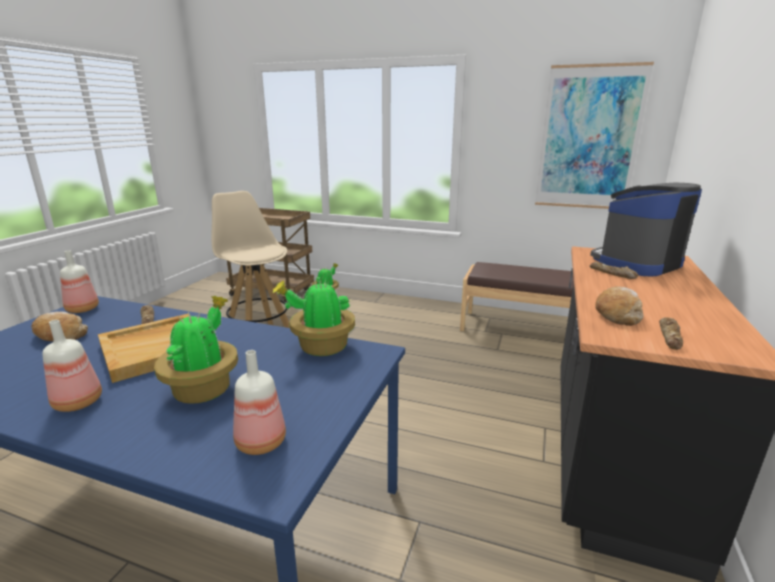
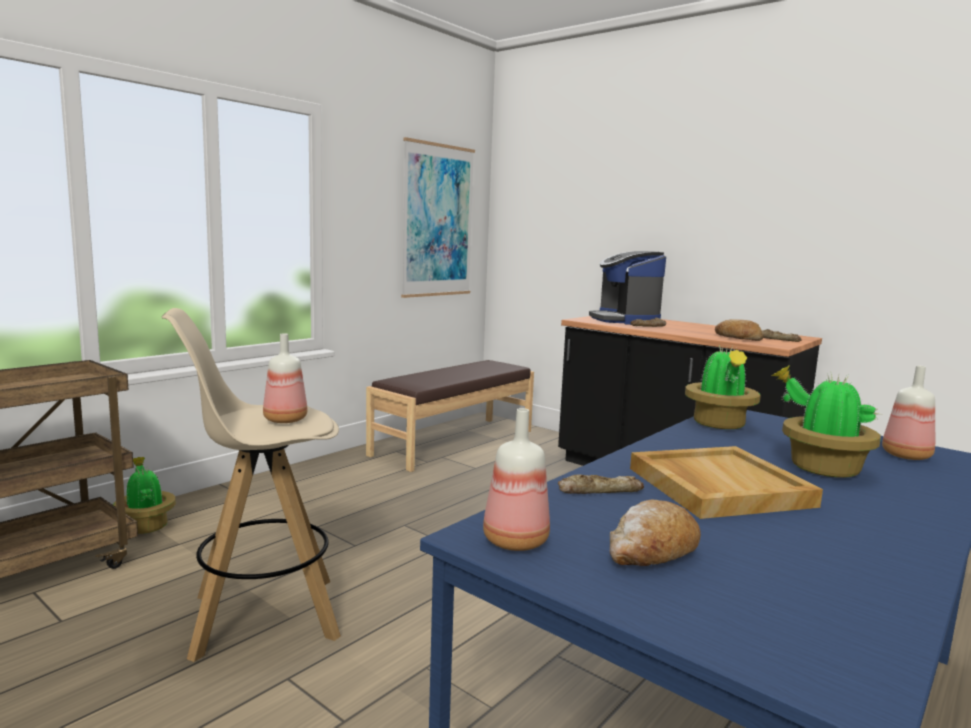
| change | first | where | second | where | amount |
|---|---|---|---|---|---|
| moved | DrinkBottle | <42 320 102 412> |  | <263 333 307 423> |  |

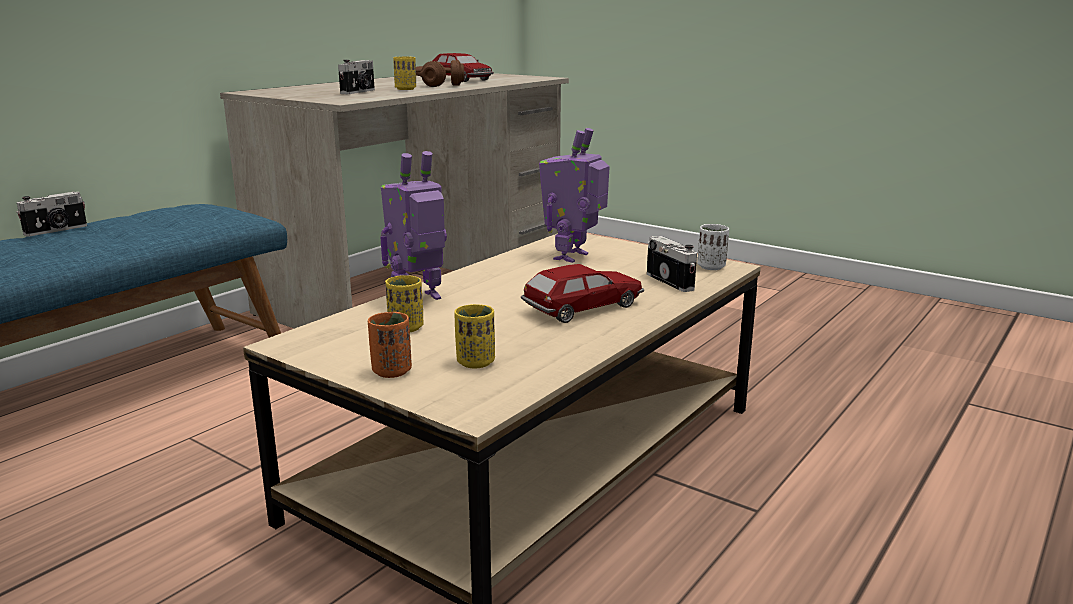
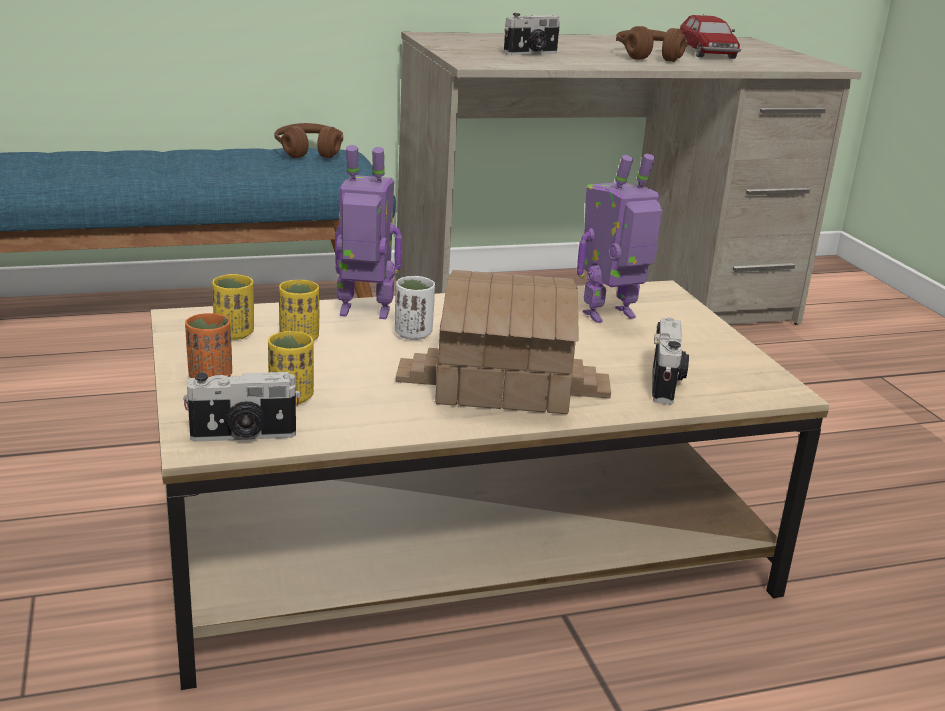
| change | first | where | second | where | amount |
|---|---|---|---|---|---|
| moved | StillCamera | <16 192 87 237> |  | <183 372 300 442> |  |
| moved | YellowishSmallCup | <393 57 416 90> |  | <212 274 254 340> |  |
| added |  |  | BrownPairOfHeadphones | <275 123 343 158> |  |
| moved | WhiteSmallCup | <697 224 729 270> |  | <395 276 435 340> |  |
| replaced | ToyCar | <521 264 644 323> | ModelHouse | <396 270 611 414> |  |

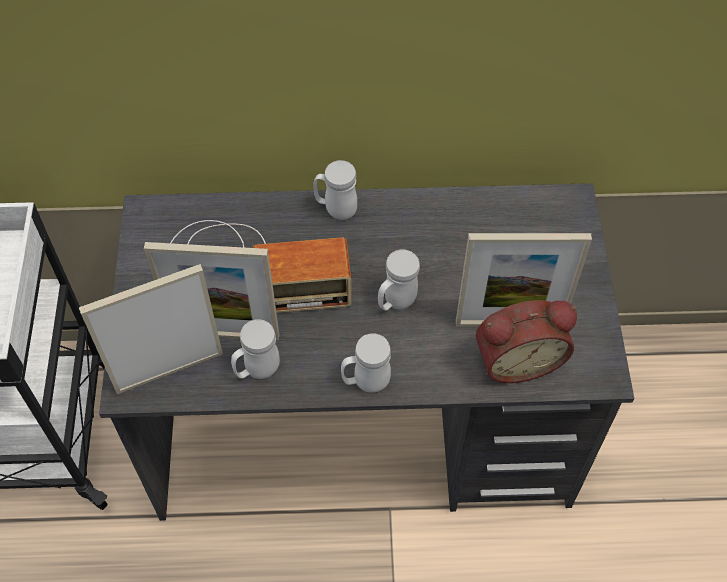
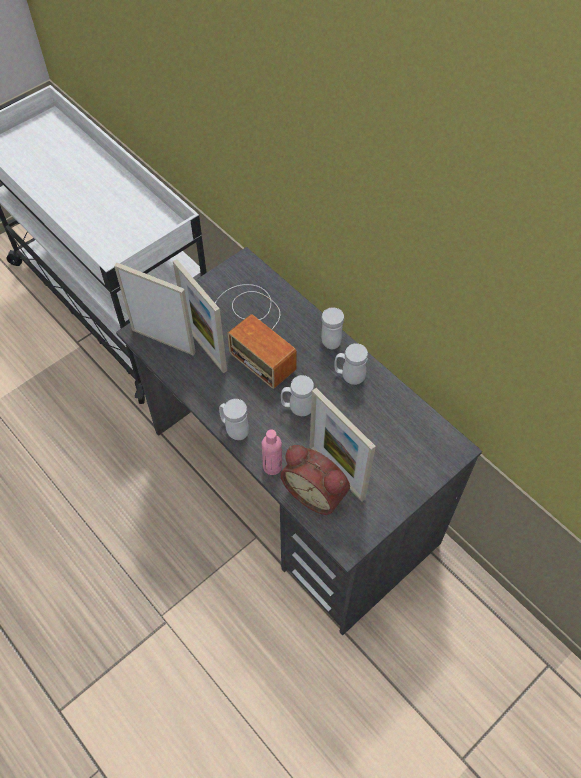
| change | first | where | second | where | amount |
|---|---|---|---|---|---|
| added |  |  | PinkishDrinkBottle | <261 429 282 475> |  |
| moved | WhiteMug | <231 319 280 379> |  | <334 343 368 385> |  |

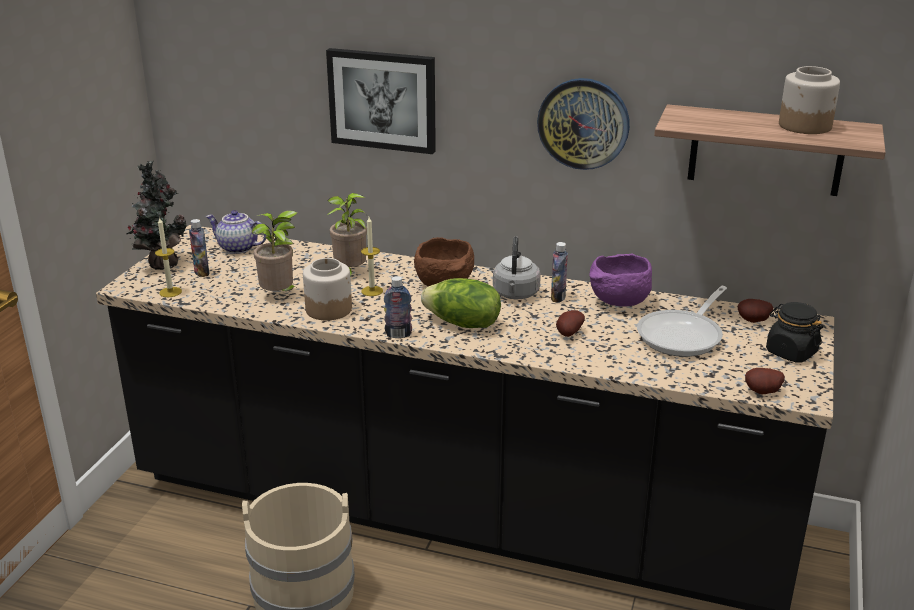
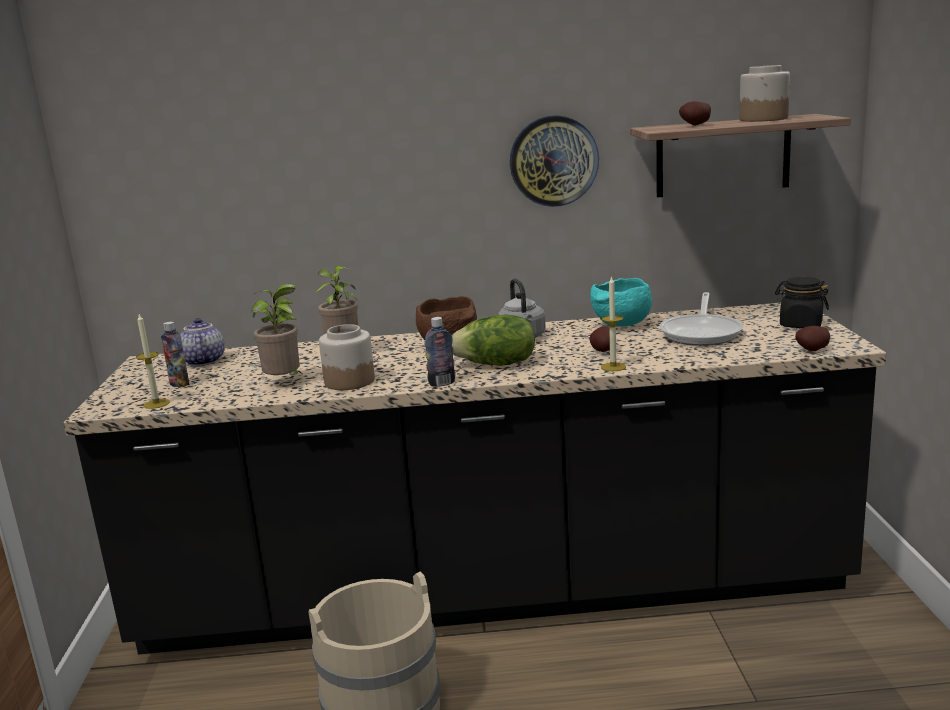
| change | first | where | second | where | amount |
|---|---|---|---|---|---|
| turned | TeaPot | <206 210 267 254> |  | <180 318 225 366> | 75 degrees clockwise |
| recoloured | PurplishBowl | <589 253 652 307> | TurquoiseColouredBowl | <590 278 652 327> |  |
| moved | WaxCandle | <361 217 383 296> |  | <601 276 626 371> |  |
| moved | WholePotato | <738 299 773 323> |  | <679 101 711 126> |  |
| removed | PlantInAPot | <126 161 187 270> |  |  |  |
| removed | WallPicture | <326 48 436 154> |  |  |  |
| removed | DrinkBottle | <551 242 568 303> |  |  |  |

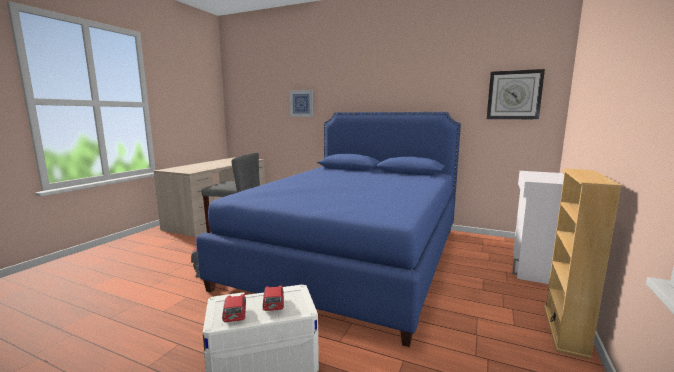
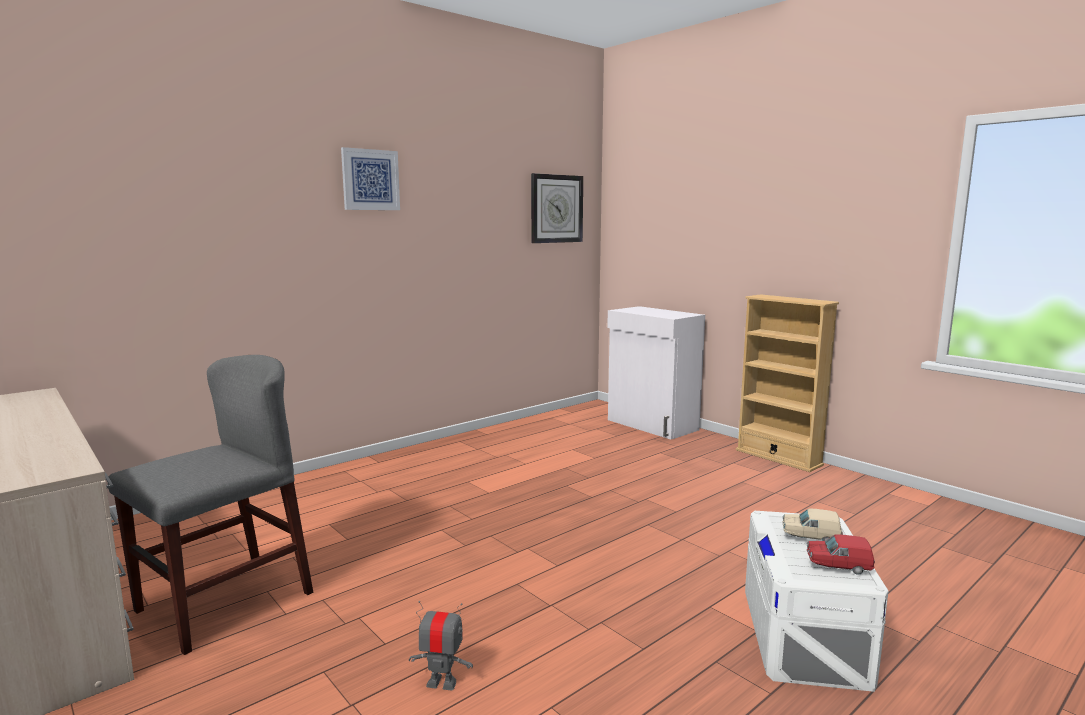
| change | first | where | second | where | amount |
|---|---|---|---|---|---|
| moved | WallPicture | <289 90 313 117> |  | <341 147 400 210> |  |
| recoloured | ReddishToyCar | <263 285 284 311> | BeigeToyCar | <783 508 843 541> |  |
| removed | BlueBedroomBed | <196 112 461 347> |  |  |  |

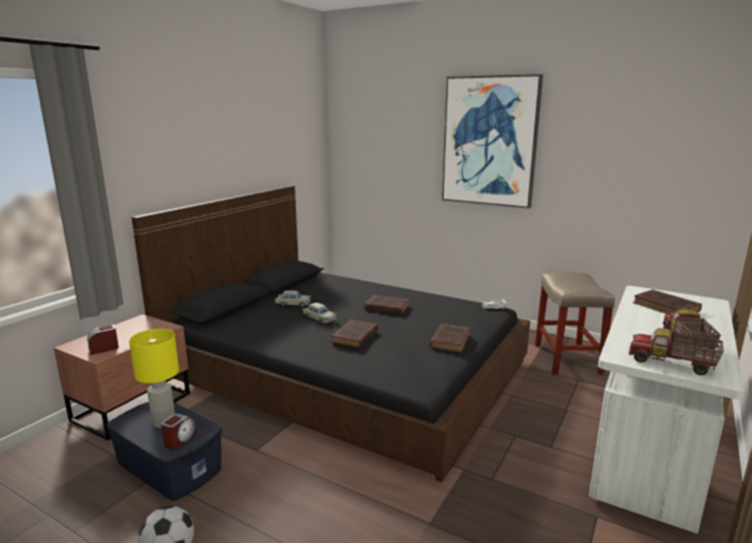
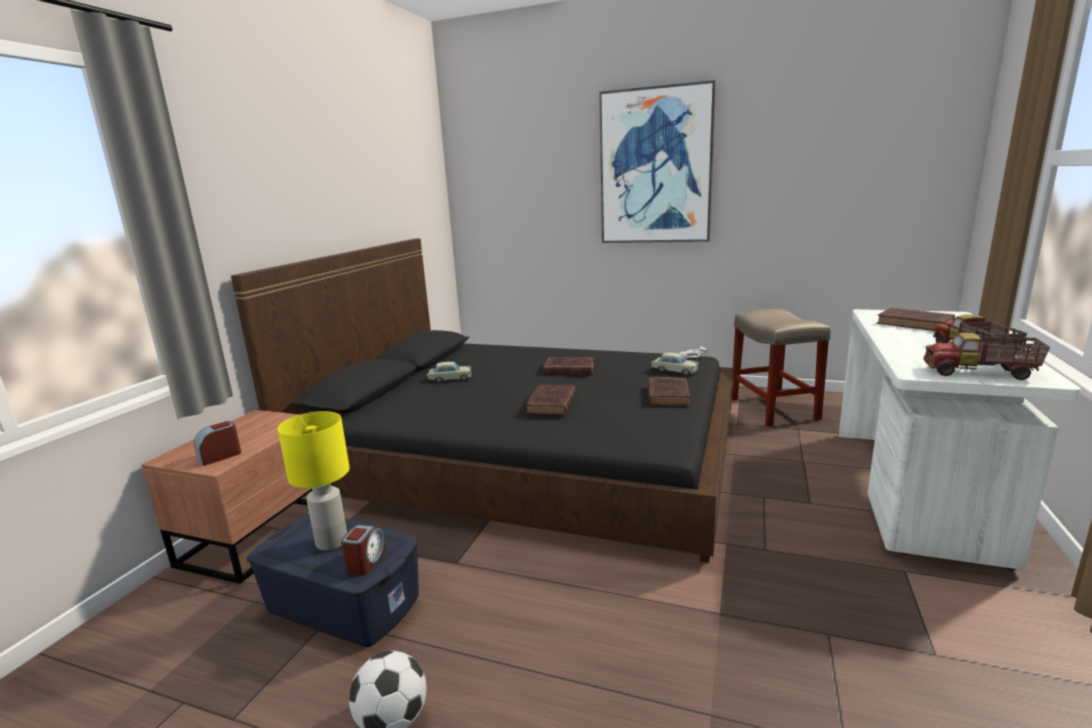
| change | first | where | second | where | amount |
|---|---|---|---|---|---|
| moved | BeigeToyCar | <303 303 337 324> |  | <651 353 699 375> |  |

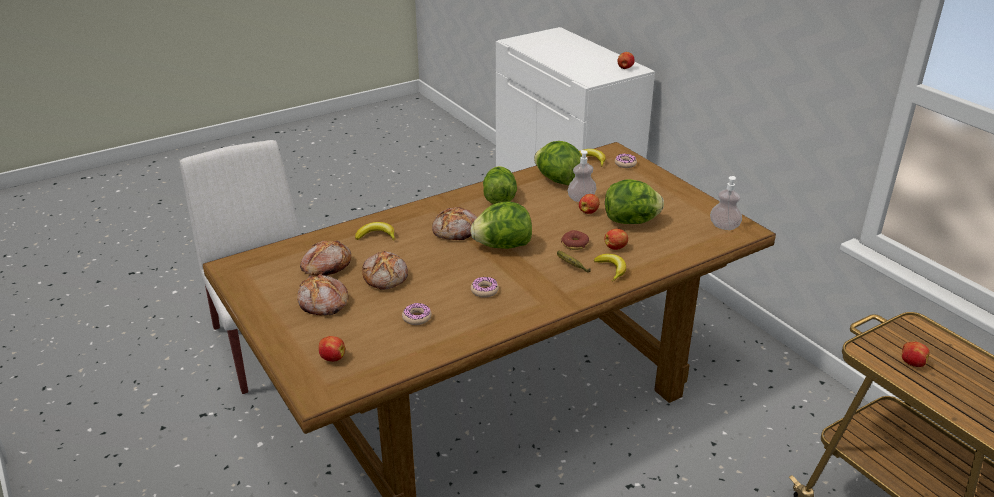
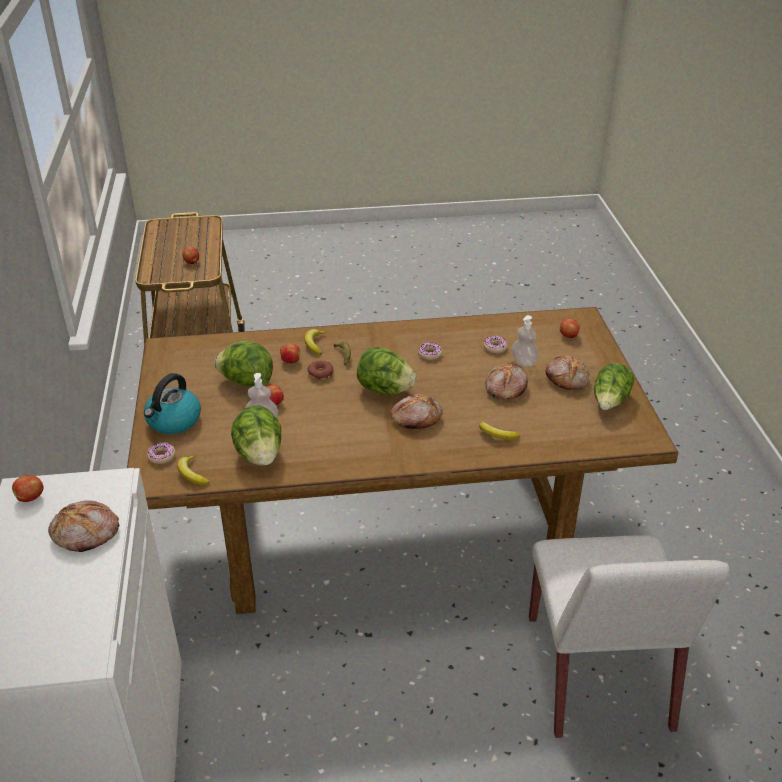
| change | first | where | second | where | amount |
|---|---|---|---|---|---|
| moved | BakedBread | <300 240 351 276> |  | <48 500 119 552> |  |
| added |  |  | Kettle | <144 373 201 434> |  |
| moved | SoapBottle | <710 176 742 230> |  | <512 315 538 367> |  |
| moved | HeadOfLettuce | <483 166 517 204> |  | <594 363 635 410> |  |

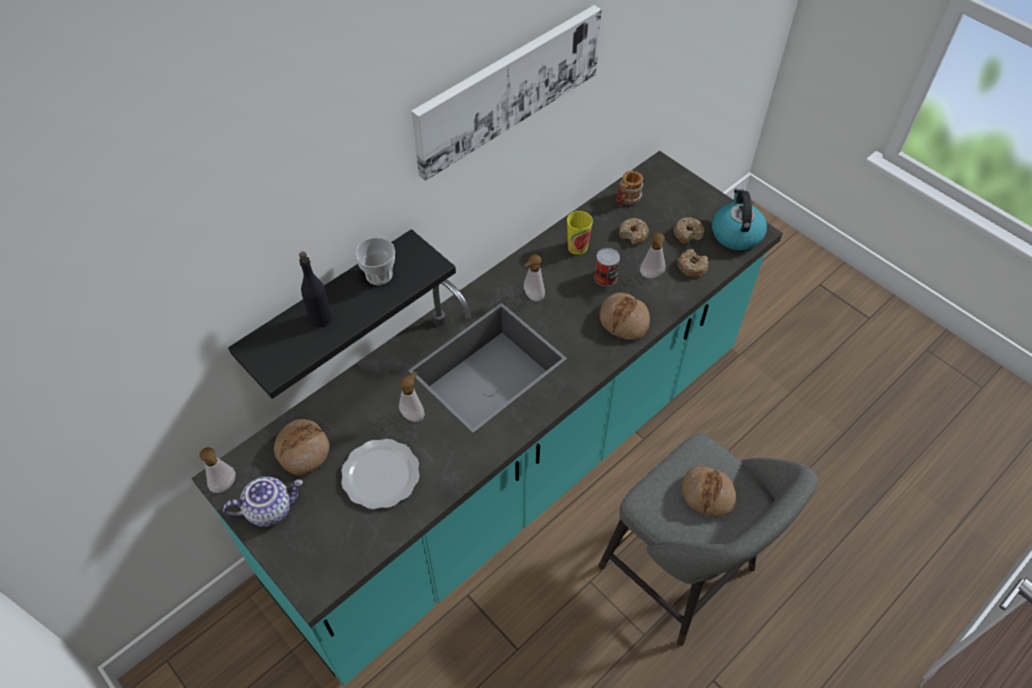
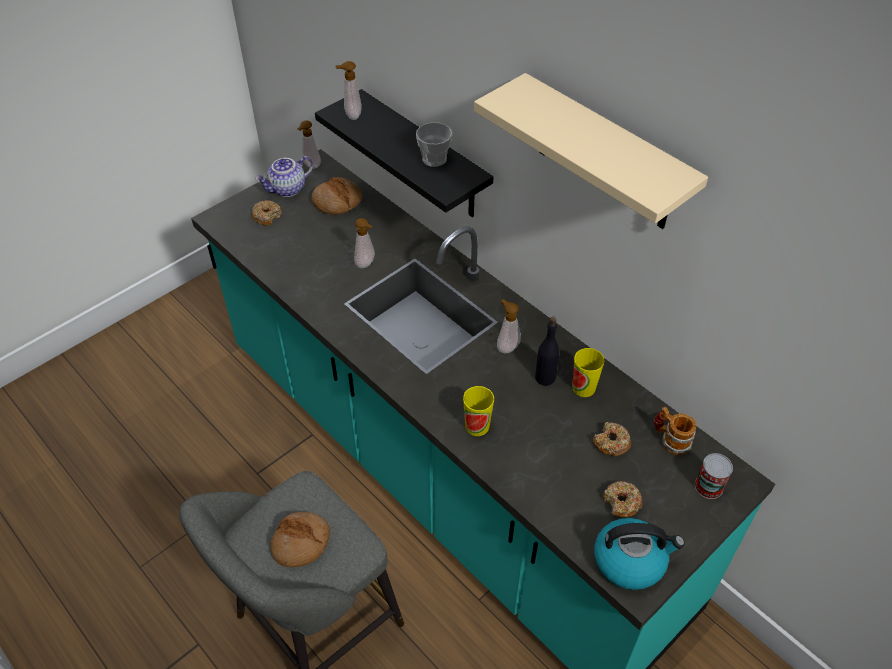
| change | first | where | second | where | amount |
|---|---|---|---|---|---|
| moved | Doughnut | <678 249 708 277> |  | <252 200 282 226> |  |
| turned | TeaPot | <223 477 303 527> |  | <255 156 313 197> | 75 degrees clockwise |
| moved | SoapBottle | <640 233 666 278> |  | <335 61 362 120> |  |
| replaced | BakedBread | <600 293 650 340> | SmallCup | <463 386 494 436> |  |
| replaced | WallPicture | <411 5 602 181> | BeigeBracketShelf | <474 73 708 229> |  |
| moved | BlackColouredDrinkBottle | <299 252 333 328> |  | <535 317 559 386> |  |
| moved | Can | <594 248 620 286> |  | <695 453 733 499> |  |
| removed | Plate | <341 439 420 509> |  |  |  |

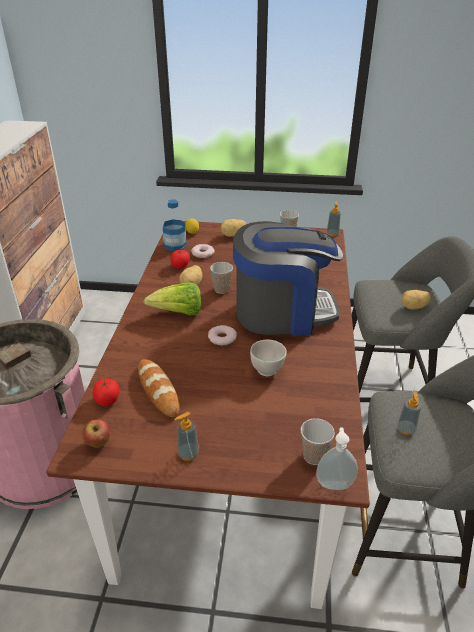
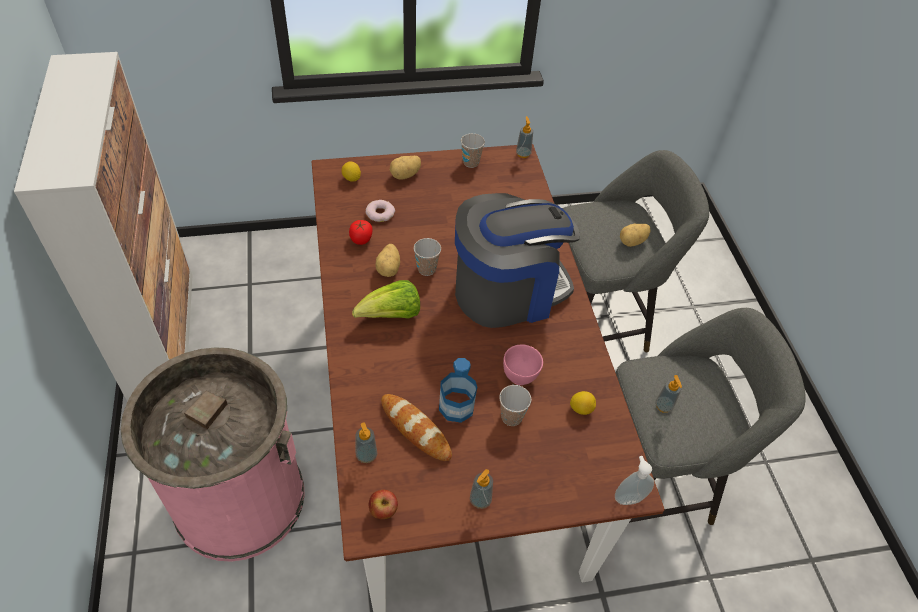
| change | first | where | second | where | amount |
|---|---|---|---|---|---|
| replaced | FreshTomato | <93 379 119 406> | SoapBottle | <355 422 377 463> |  |
| moved | DrinkBottle | <163 199 187 251> |  | <439 358 477 423> |  |
| moved | SmallCup | <301 419 335 465> |  | <499 385 531 426> |  |
| recoloured | WhiteBowl | <250 339 287 376> | PinkishBowl | <503 344 543 385> |  |
| added |  |  | Lemon | <570 391 596 415> |  |
| removed | Doughnut | <208 325 237 345> |  |  |  |

